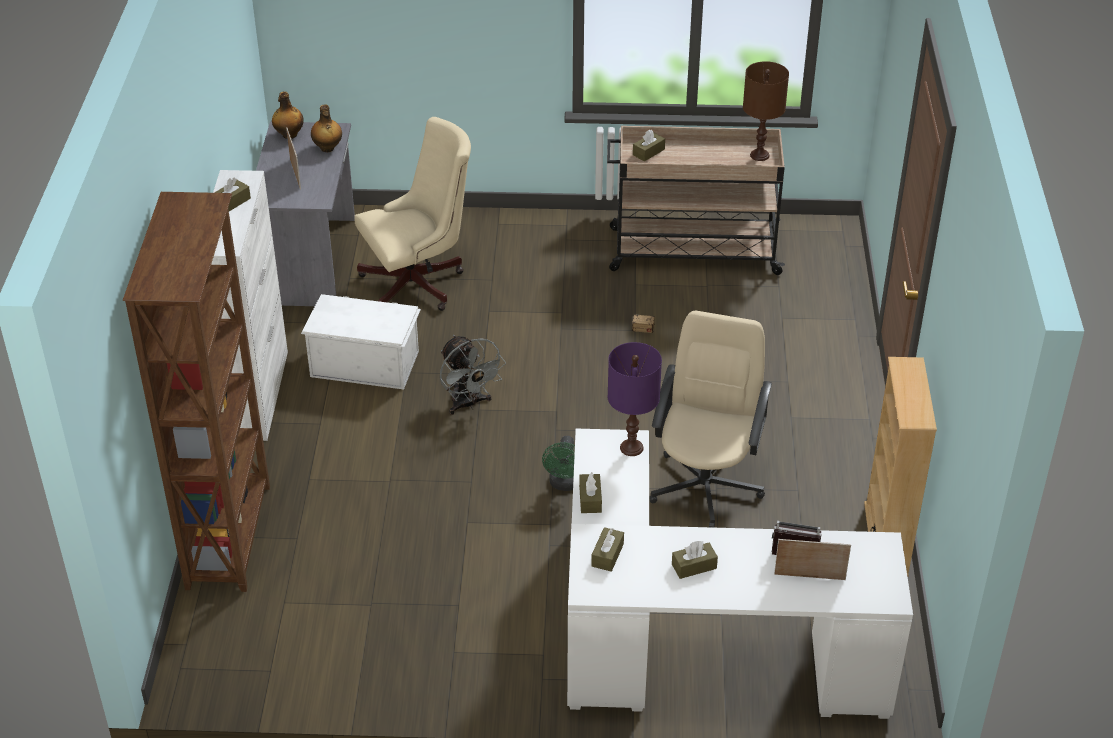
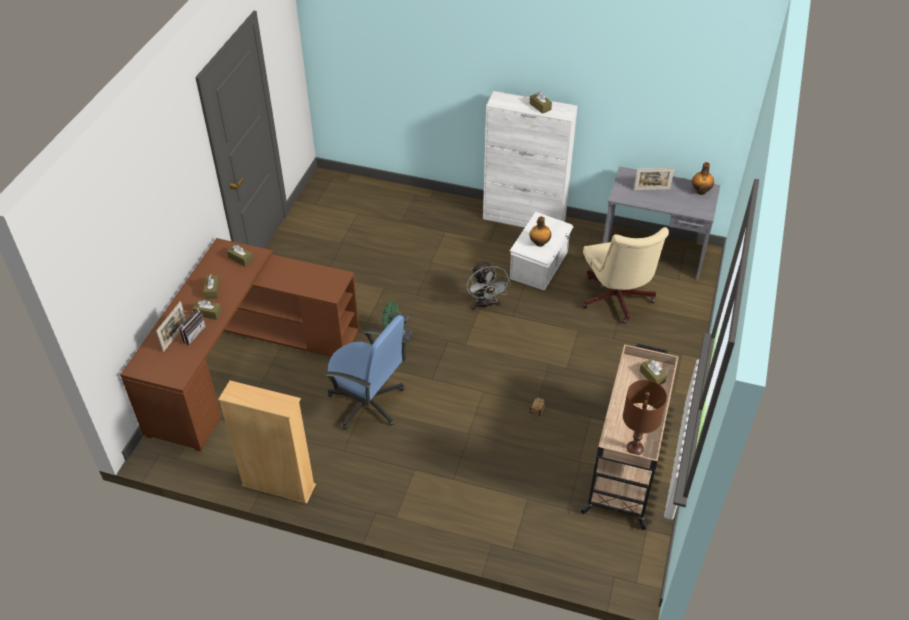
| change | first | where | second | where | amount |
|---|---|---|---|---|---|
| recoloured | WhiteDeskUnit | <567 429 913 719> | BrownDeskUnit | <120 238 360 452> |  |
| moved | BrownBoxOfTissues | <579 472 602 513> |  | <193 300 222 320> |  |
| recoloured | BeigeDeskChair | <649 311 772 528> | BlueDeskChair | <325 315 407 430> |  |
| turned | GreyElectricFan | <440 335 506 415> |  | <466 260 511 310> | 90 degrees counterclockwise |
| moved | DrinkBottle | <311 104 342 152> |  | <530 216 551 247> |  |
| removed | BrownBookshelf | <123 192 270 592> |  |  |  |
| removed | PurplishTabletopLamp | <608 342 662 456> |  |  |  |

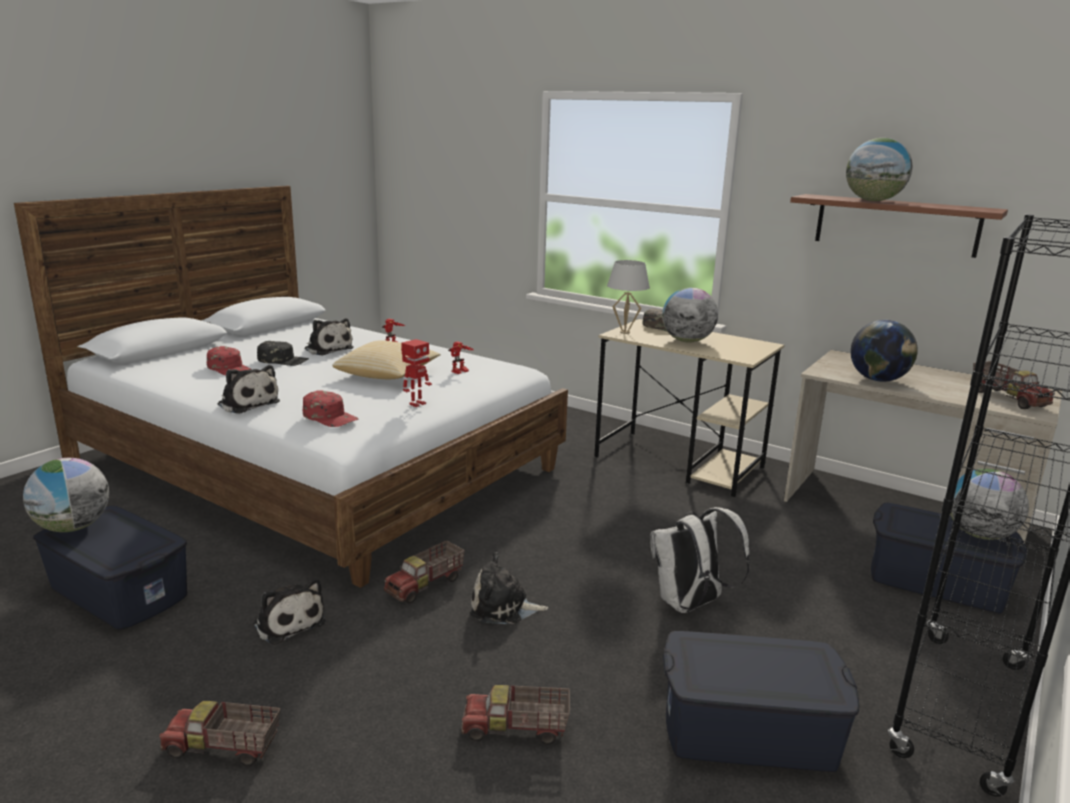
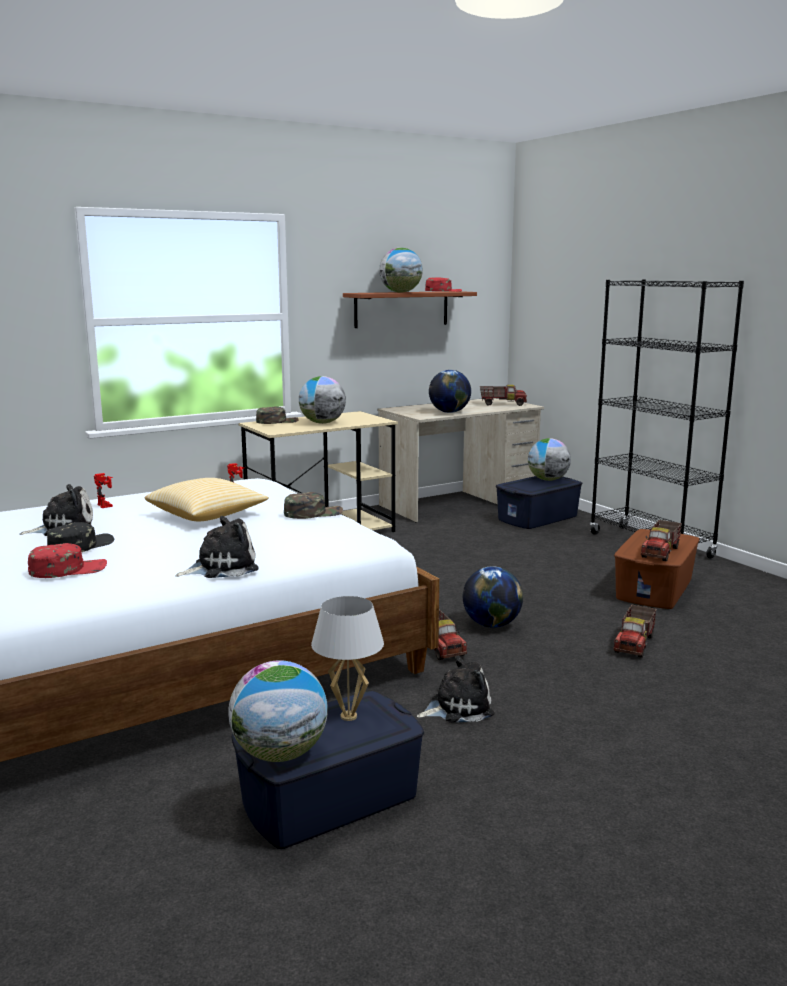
| change | first | where | second | where | amount |
|---|---|---|---|---|---|
| replaced | ModelRobot | <401 339 432 407> | GreenishCap | <284 492 343 519> |  |
| moved | WhiteTabletopLamp | <607 260 650 334> |  | <311 596 384 721> |  |
| moved | ReddishCap | <303 390 358 427> |  | <425 277 462 292> |  |
| replaced | SoftToy | <470 552 548 624> | WorldGlobe | <463 566 523 628> |  |
| recoloured | BlueStorageBox | <663 631 859 772> | BrownStorageBox | <614 529 700 609> |  |
| moved | ToyTruck | <159 701 280 767> |  | <641 520 682 561> |  |
| removed | WhiteKnapsack | <650 507 750 613> |  |  |  |

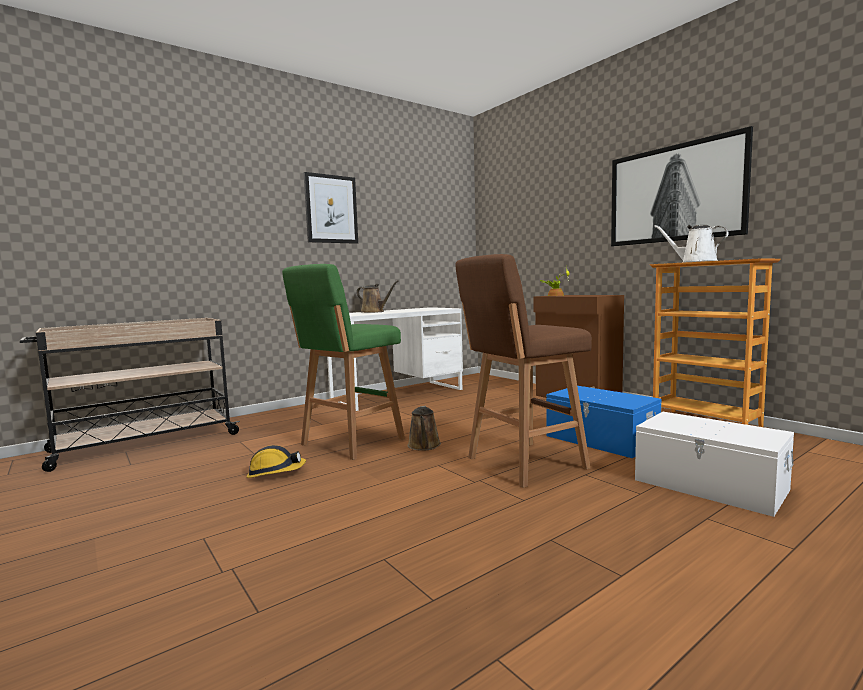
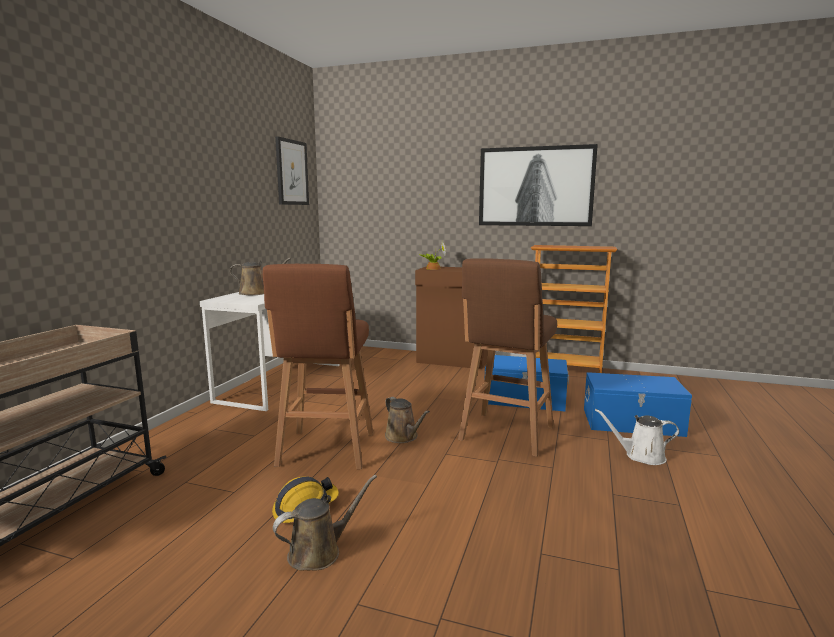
| change | first | where | second | where | amount |
|---|---|---|---|---|---|
| recoloured | GreenishSittingStool | <282 264 405 460> | BrownSittingStool | <263 264 374 470> |  |
| added |  |  | BrownWateringPot | <273 475 377 571> |  |
| moved | WallPicture | <304 172 358 244> |  | <275 136 309 205> |  |
| recoloured | WhiteStorageBox | <635 412 794 517> | BlueStorageBox | <584 372 692 437> |  |
| moved | WhiteWateringPot | <654 225 729 263> |  | <595 409 679 465> |  |

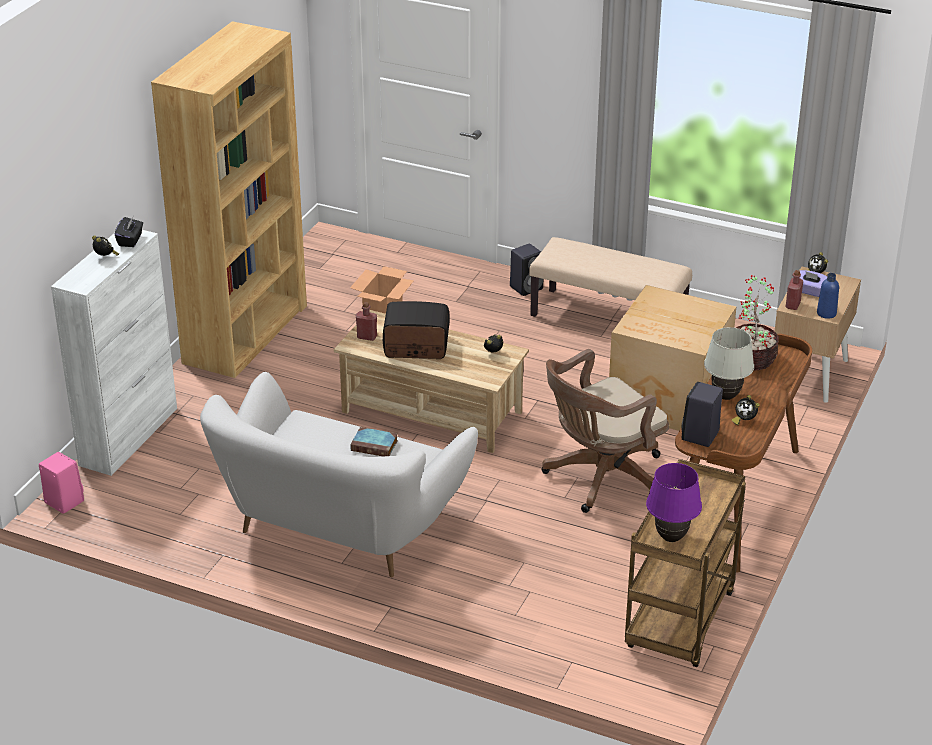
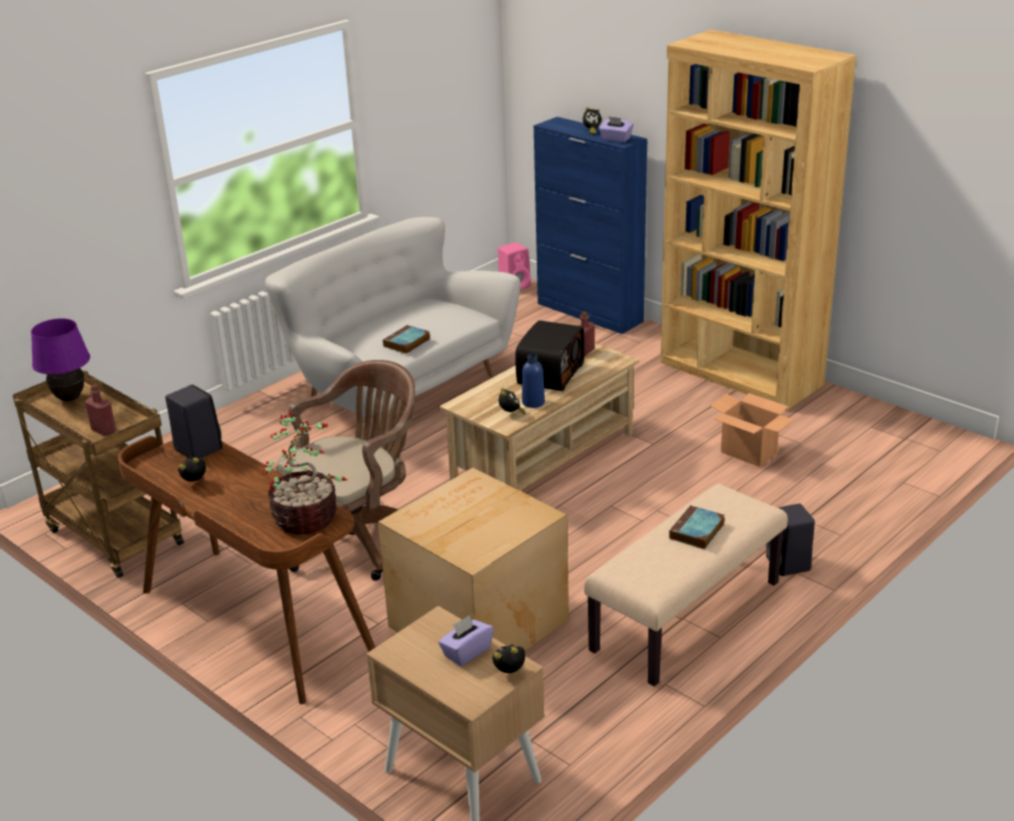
| change | first | where | second | where | amount |
|---|---|---|---|---|---|
| moved | ReddishDrinkBottle | <786 270 803 310> |  | <85 384 116 436> |  |
| turned | BrownDeskChair | <541 349 669 513> |  | <276 360 415 581> | 60 degrees clockwise |
| moved | BlueDrinkBottle | <817 273 839 319> |  | <522 354 545 408> |  |
| recoloured | WhiteCabinet | <51 230 177 476> | BlueCabinet | <534 117 647 334> |  |
| recoloured | BlackColouredBoxOfTissues | <115 216 143 247> | PurplishBoxOfTissues | <599 116 634 142> |  |
| added |  |  | Volume | <669 505 725 550> |  |
| removed | WhiteTabletopLamp | <704 327 754 400> |  |  |  |

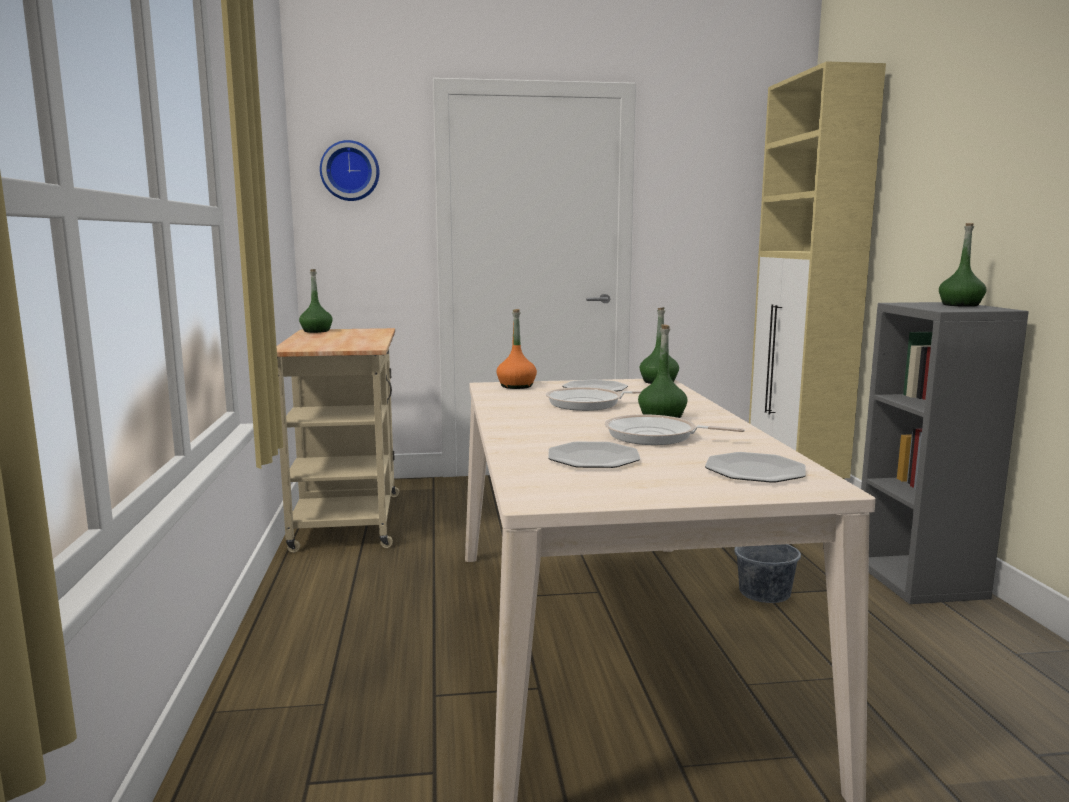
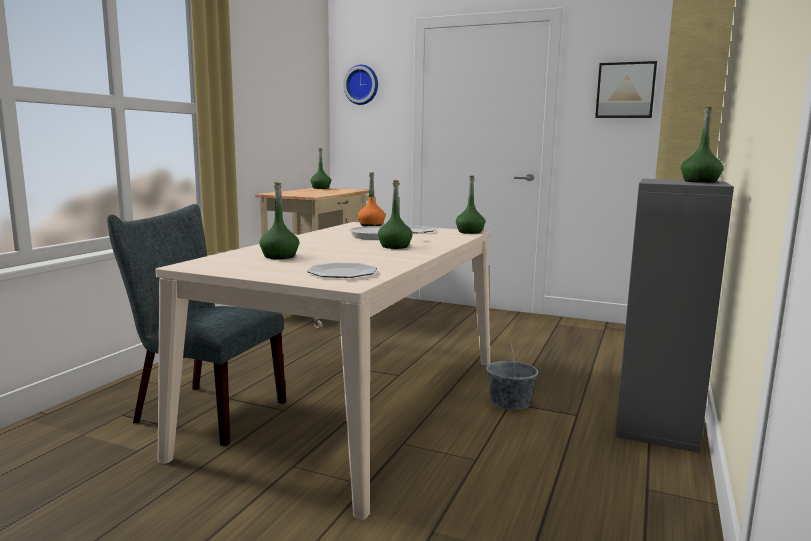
| change | first | where | second | where | amount |
|---|---|---|---|---|---|
| added |  |  | GreyPlainChair | <107 204 286 446> |  |
| replaced | Plate | <548 442 640 468> | GreenishDrinkBottle | <259 182 299 259> |  |
| added |  |  | WallPicture | <595 61 657 118> |  |
| removed | Skillet | <605 414 745 445> |  |  |  |

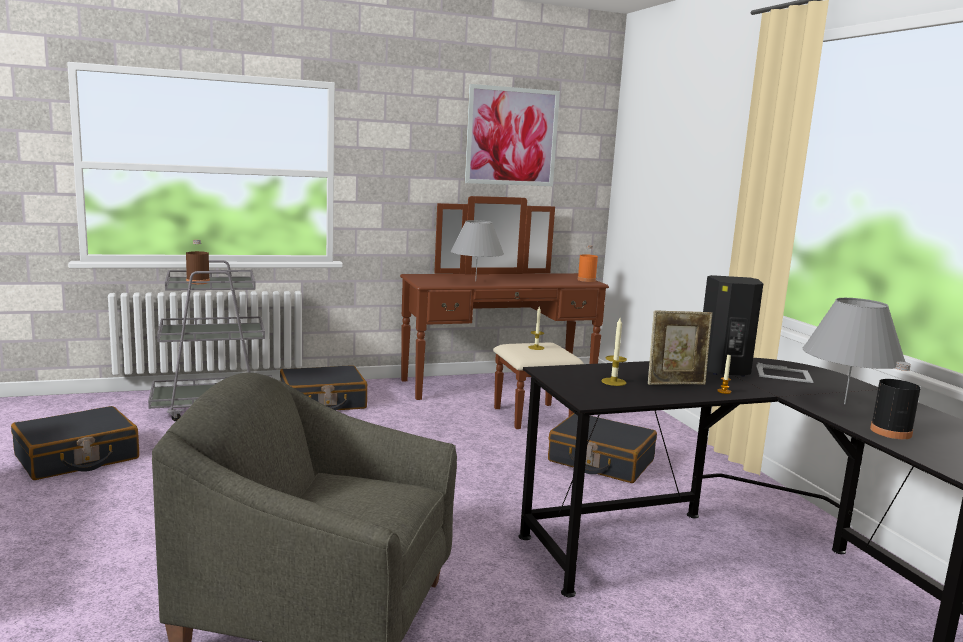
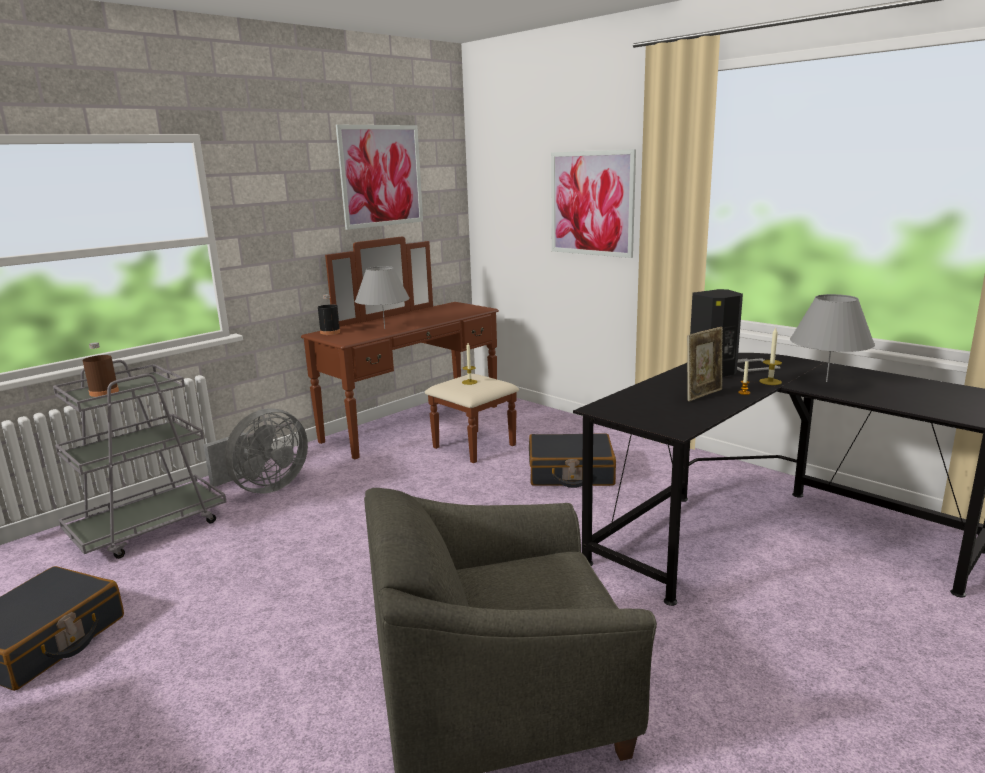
| change | first | where | second | where | amount |
|---|---|---|---|---|---|
| replaced | BlackColouredSuitcase | <280 365 367 410> | GreyElectricFan | <203 408 308 494> |  |
| moved | BlackColouredDrinkBottle | <870 362 921 439> |  | <318 294 340 335> |  |
| added |  |  | WallPicture | <551 149 636 258> |  |
| moved | WaxCandle | <602 318 627 386> |  | <759 328 782 385> |  |
| removed | OrangeDrinkBottle | <578 245 598 282> |  |  |  |

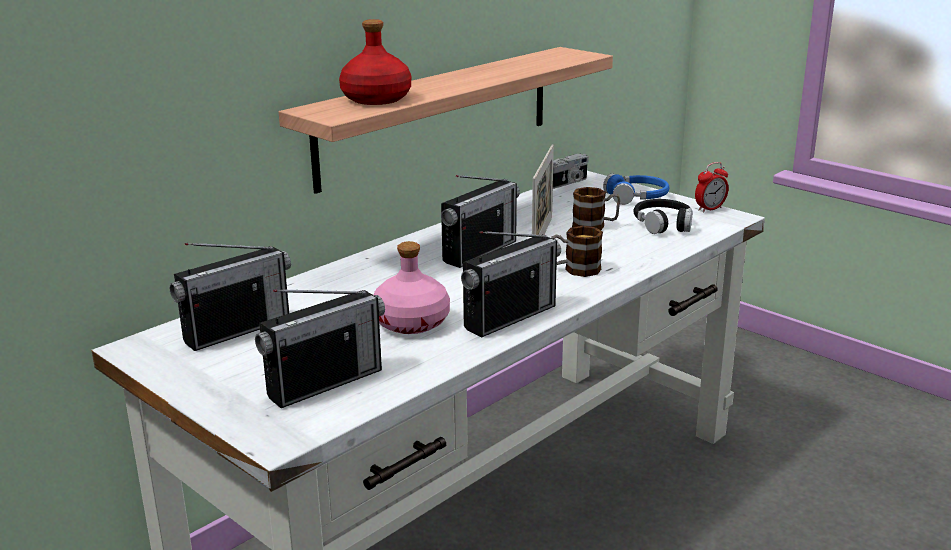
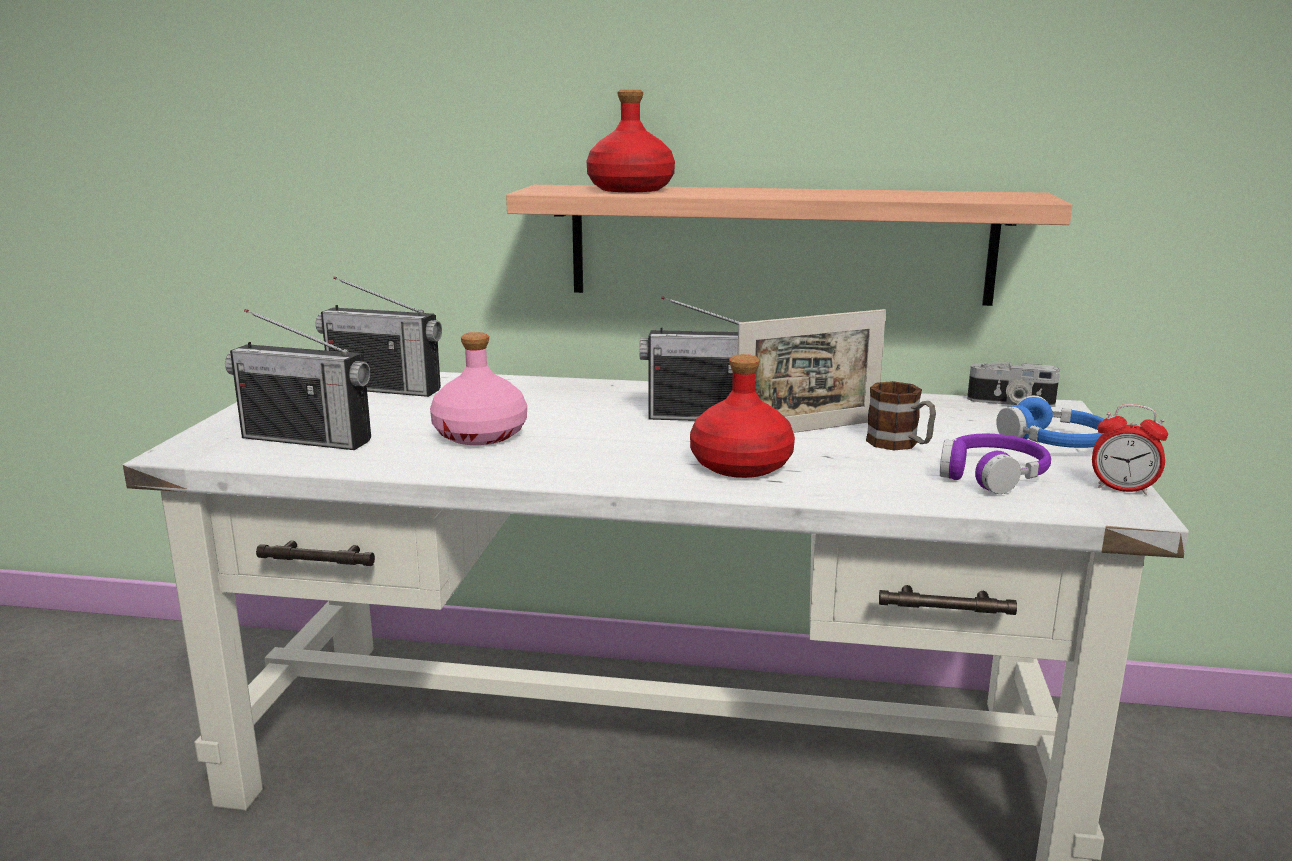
| change | first | where | second | where | amount |
|---|---|---|---|---|---|
| replaced | Mug | <551 226 603 277> | ReddishDrinkBottle | <690 354 795 478> |  |
| recoloured | BlackColouredPairOfHeadphones | <634 199 692 234> | PurplishPairOfHeadphones | <940 434 1051 494> |  |
| removed | RadioSet | <461 231 561 338> |  |  |  |

